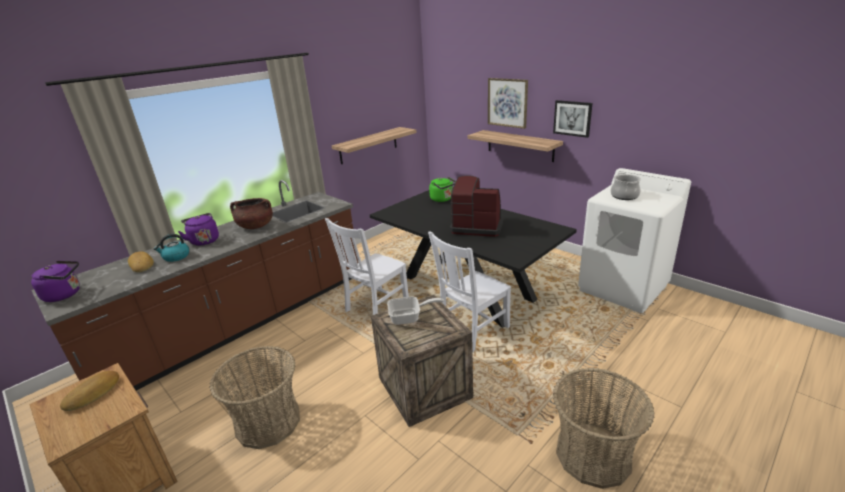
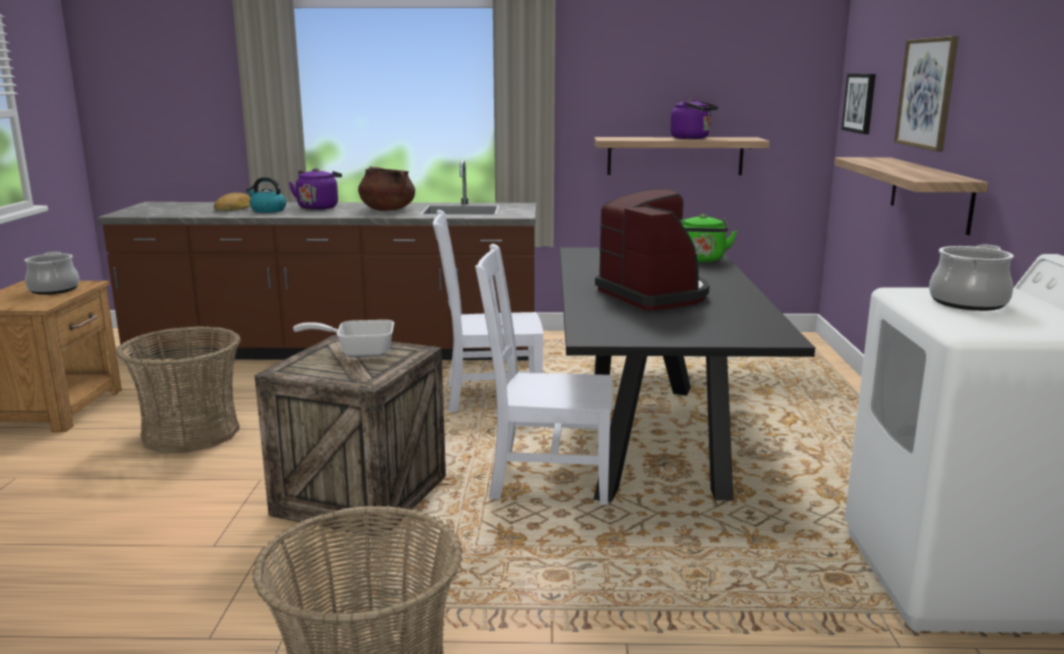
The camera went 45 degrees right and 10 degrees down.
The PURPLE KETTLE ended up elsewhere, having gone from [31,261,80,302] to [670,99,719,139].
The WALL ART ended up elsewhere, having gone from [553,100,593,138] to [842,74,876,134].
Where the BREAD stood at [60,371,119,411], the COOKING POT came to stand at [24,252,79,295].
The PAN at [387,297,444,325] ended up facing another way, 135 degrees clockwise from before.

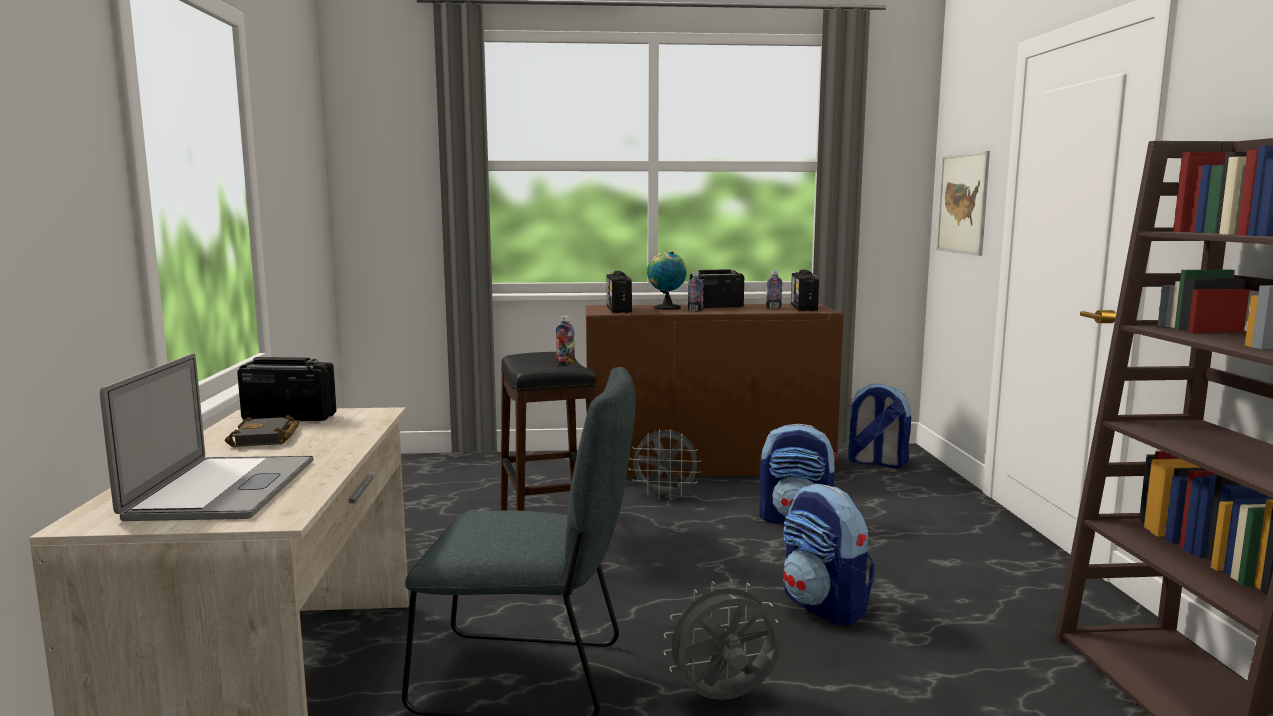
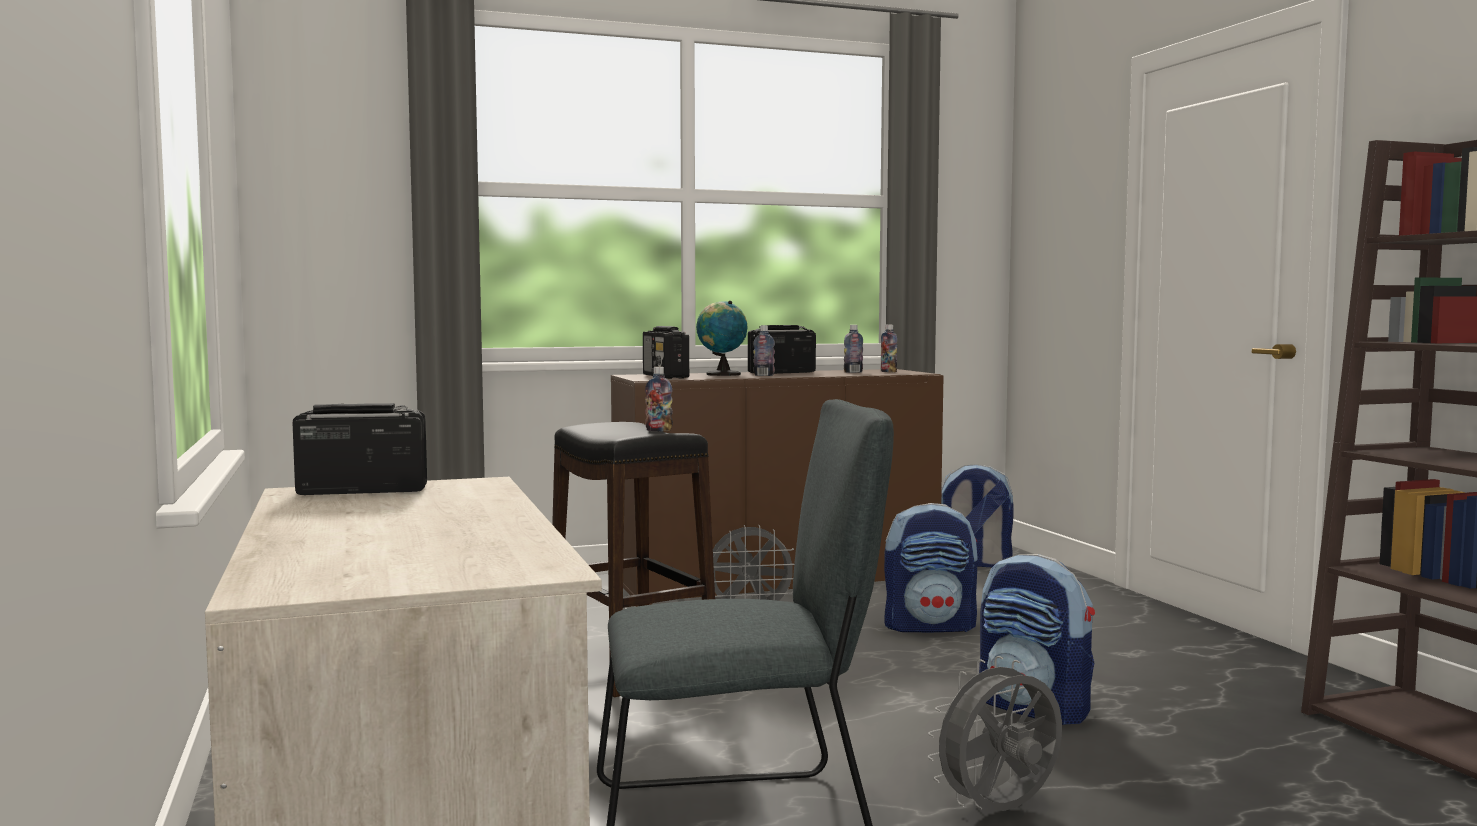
The camera went 15 degrees left and 5 degrees down.
The second view lost the PORTABLE COMPUTER at [100,353,313,521].
The second view lost the BLACKISH BOUND BOOK at [225,415,299,447].
The second view lost the WALL ART at [936,151,990,256].
Where the RADIO SET stood at [791,269,819,311], the BOTTLE came to stand at [881,325,897,372].

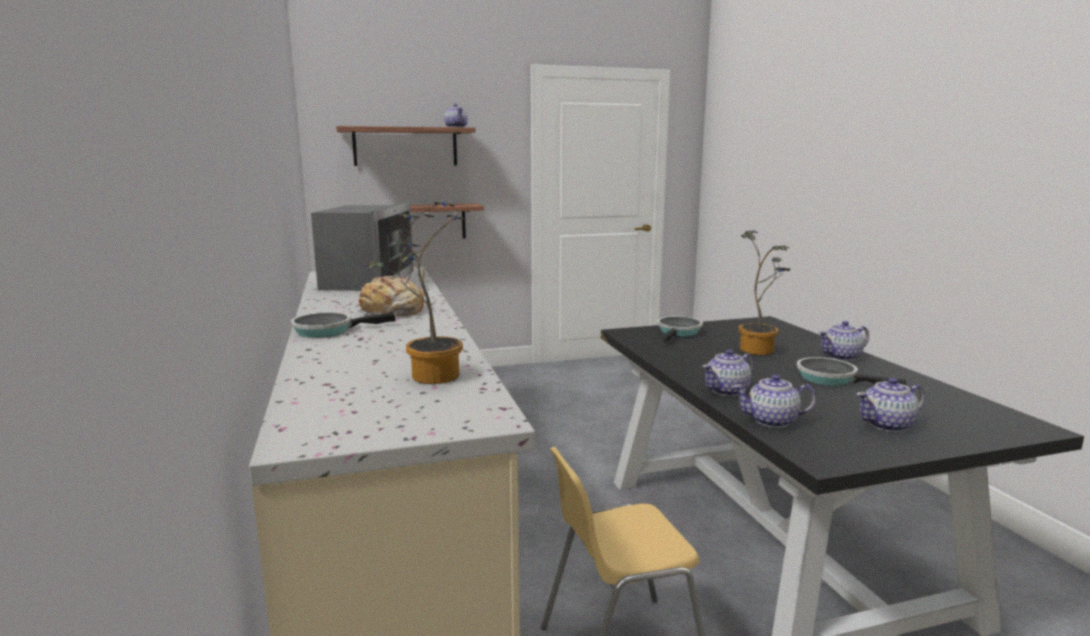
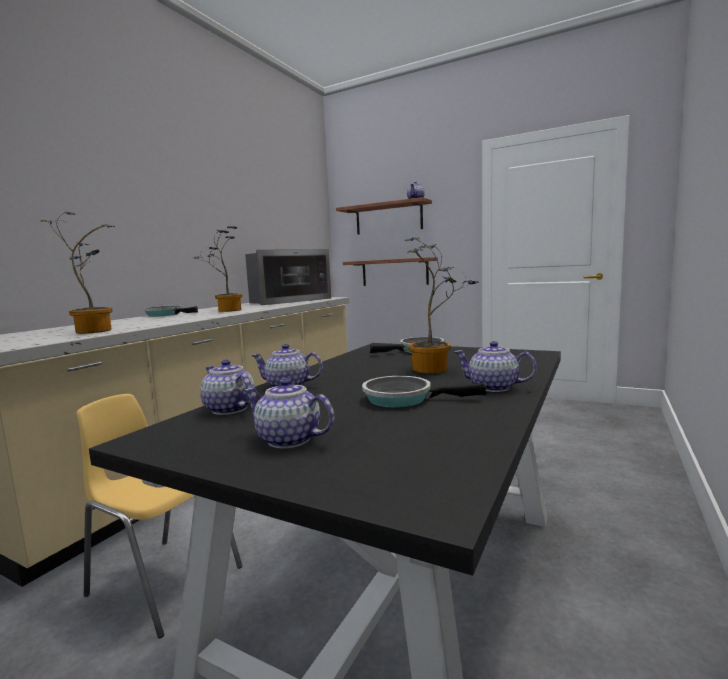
The camera went 45 degrees right and 5 degrees down.
Where the BREAD stood at [355,276,424,316], the POTTED PLANT came to stand at [193,226,242,312].
The PAN at [796,357,906,386] ended up facing another way, 75 degrees counterclockwise from before.

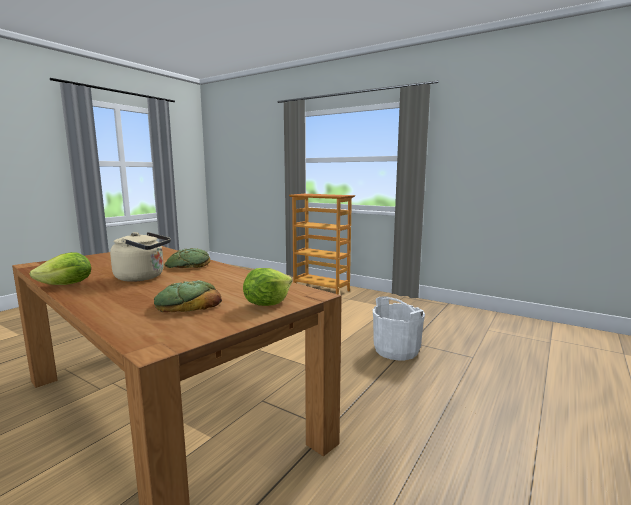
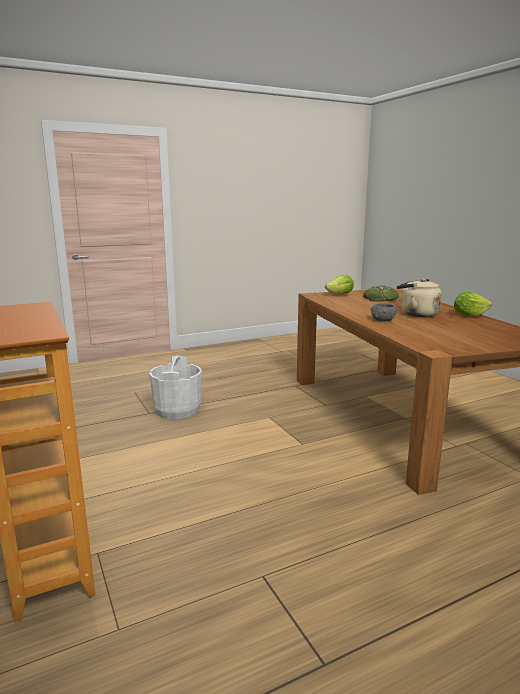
The camera went 150 degrees left and 5 degrees up.
Where the BREAD stood at [165,248,210,268], the GRAY BOWL came to stand at [371,303,397,322].

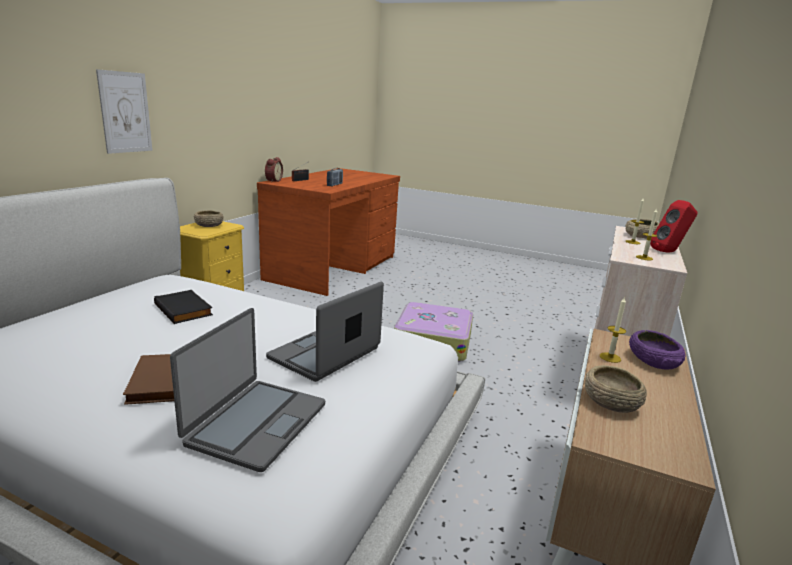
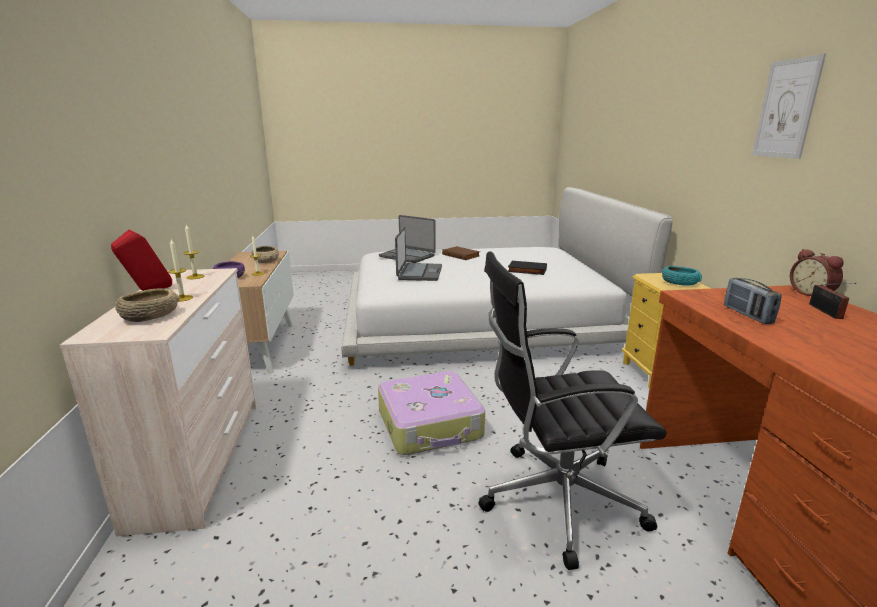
The camera went 150 degrees right and 0 degrees up.
The second view gained the BLACKISH DESK CHAIR at [478,251,667,570].
The WALL ART ended up elsewhere, having gone from [96,69,153,154] to [752,54,826,159].
What was the SAND-COLOURED BOWL at [194,210,224,227] turned into the TURQUOISE BOWL at [662,266,702,285].
The PORTABLE COMPUTER at [170,308,325,472] ended up facing another way, 45 degrees counterclockwise from before.

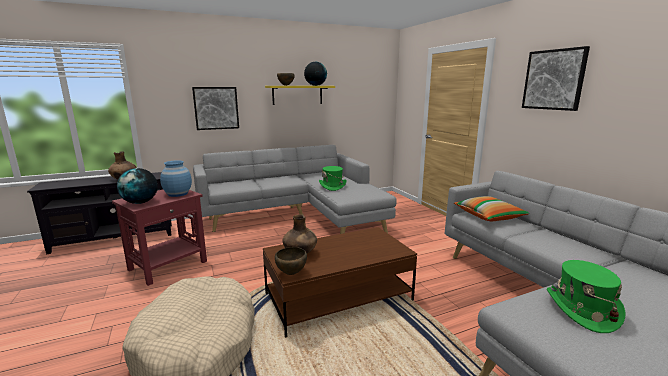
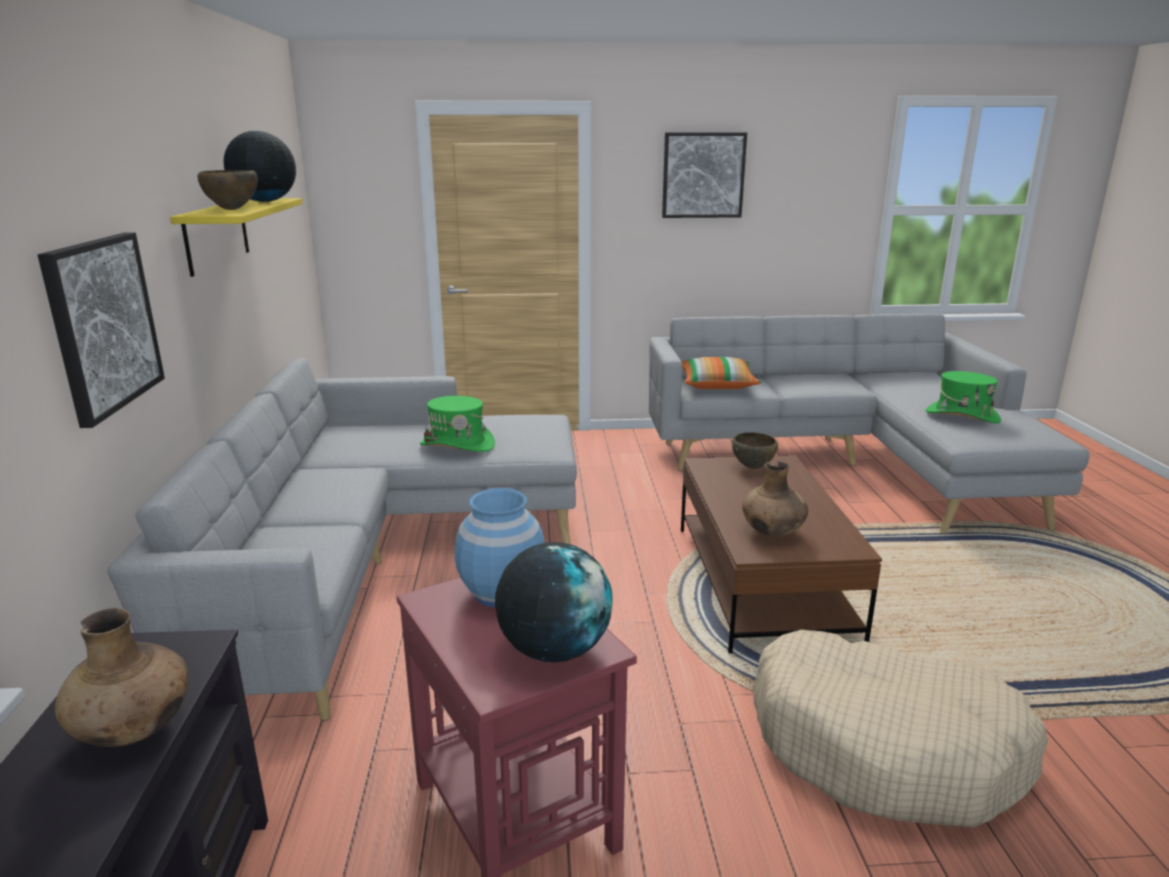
The camera went 70 degrees left and 5 degrees up.
The BROWNISH BOWL ended up elsewhere, having gone from [275,247,307,275] to [732,432,778,469].

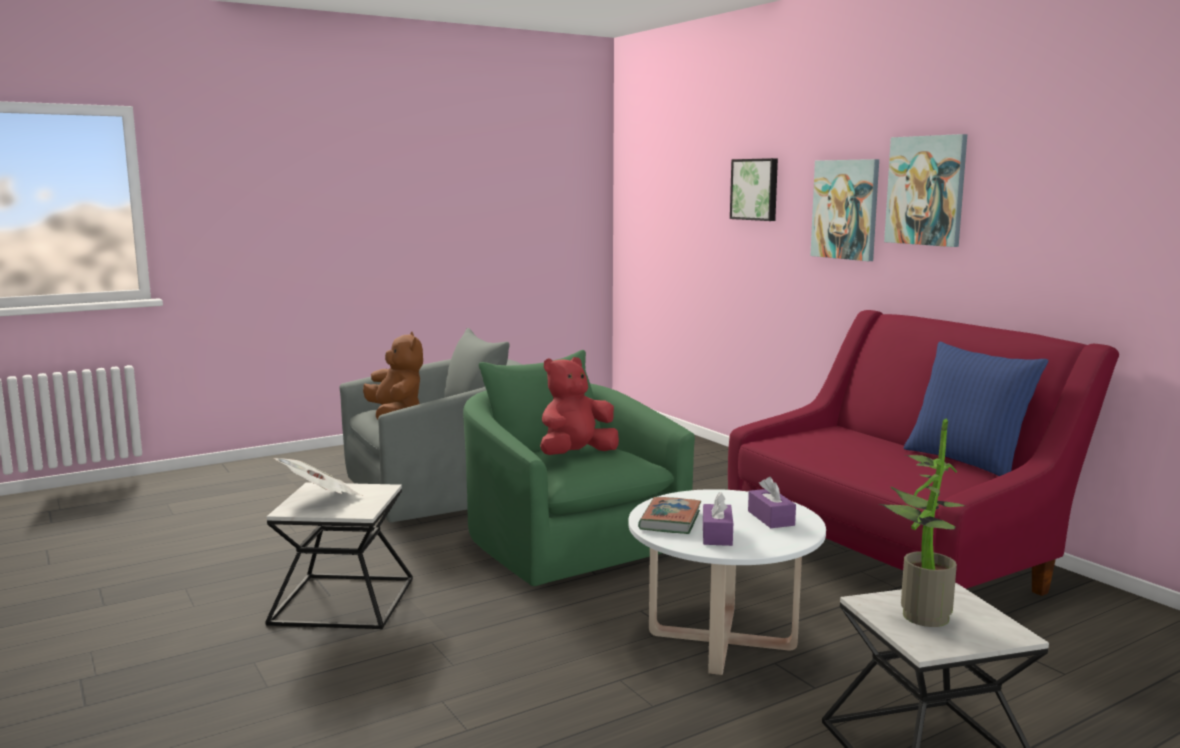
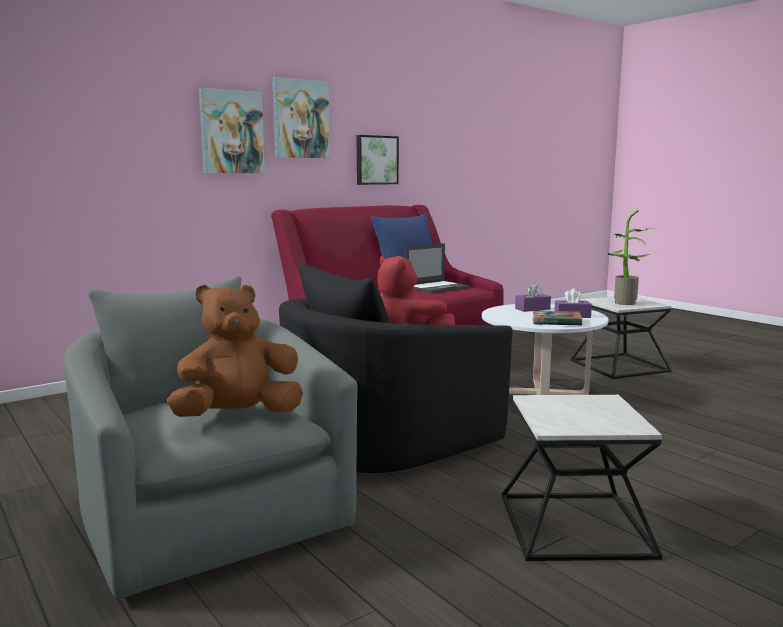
The camera went 95 degrees left and 0 degrees up.
The second view lost the DAILY PAPER at [274,458,364,496].
The second view gained the PORTABLE COMPUTER at [405,243,470,293].
The WALL ART ended up elsewhere, having gone from [730,158,778,221] to [356,135,399,185].
What was the GREENISH ARMCHAIR at [463,350,695,586] turned into the BLACKISH ARMCHAIR at [279,263,513,473].

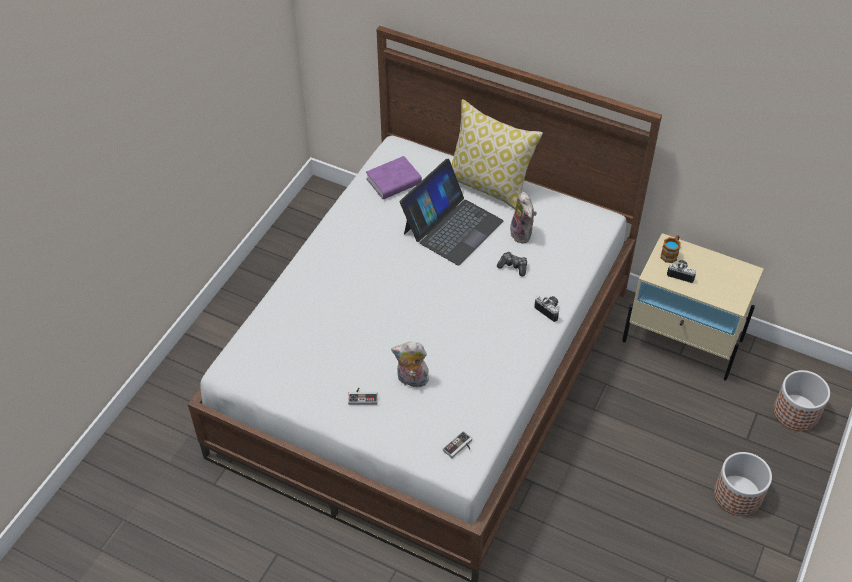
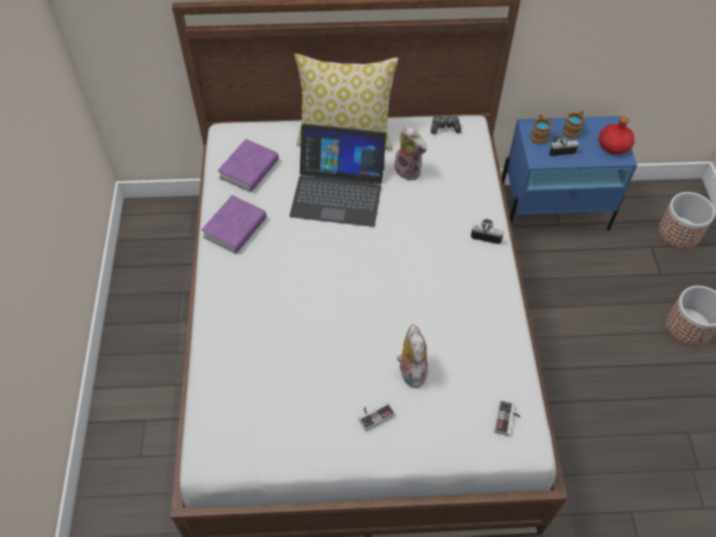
The camera went 30 degrees left and 5 degrees up.
The second view gained the PURPLE BOUND BOOK at [201,195,267,254].
The second view gained the COFFEE MUG at [563,111,584,139].
The second view gained the REDDISH BOTTLE at [599,116,635,155].
The GAMEPAD ended up elsewhere, having gone from [497,252,527,277] to [431,115,461,134].
What was the SAND-COLOURED NIGHTSTAND at [622,233,764,381] turned into the BLUISH NIGHTSTAND at [502,116,637,231].
The SOFT TOY at [391,342,429,388] ended up facing another way, 105 degrees clockwise from before.
The PORTABLE COMPUTER at [400,159,504,266] ended up facing another way, 90 degrees clockwise from before.

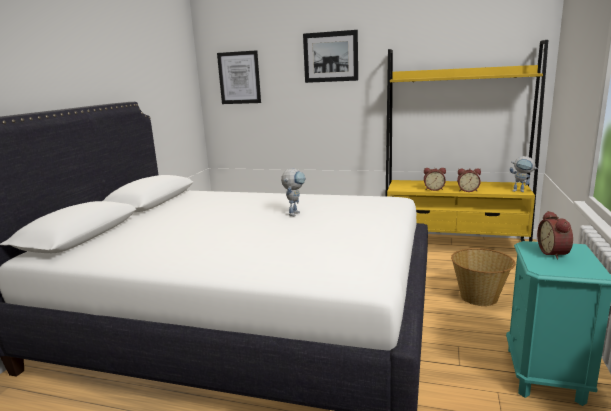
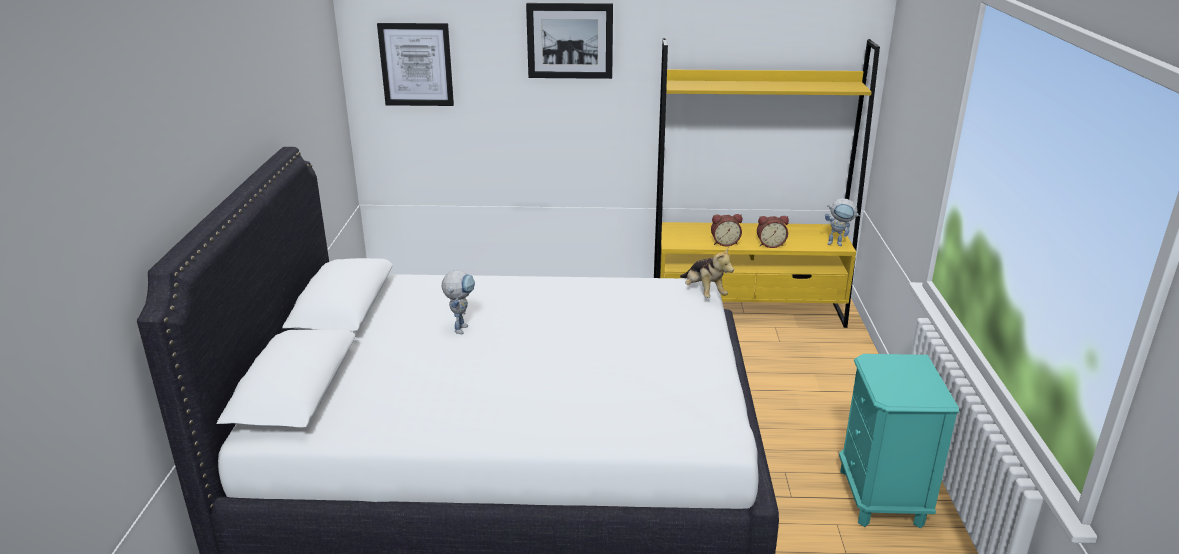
The camera went 15 degrees left and 10 degrees up.
The second view lost the STORAGE BASKET at [451,248,516,306].
The second view lost the ALARM CLOCK at [537,211,573,259].
The second view gained the SOFT TOY at [680,247,734,298].
The ROBOT FIGURE ended up elsewhere, having gone from [281,169,306,216] to [442,270,475,334].

